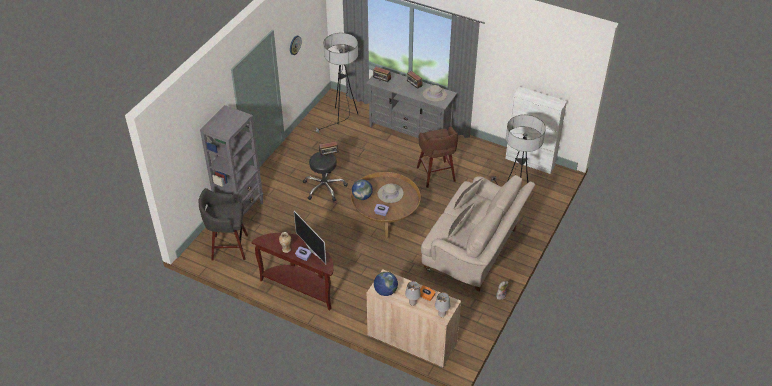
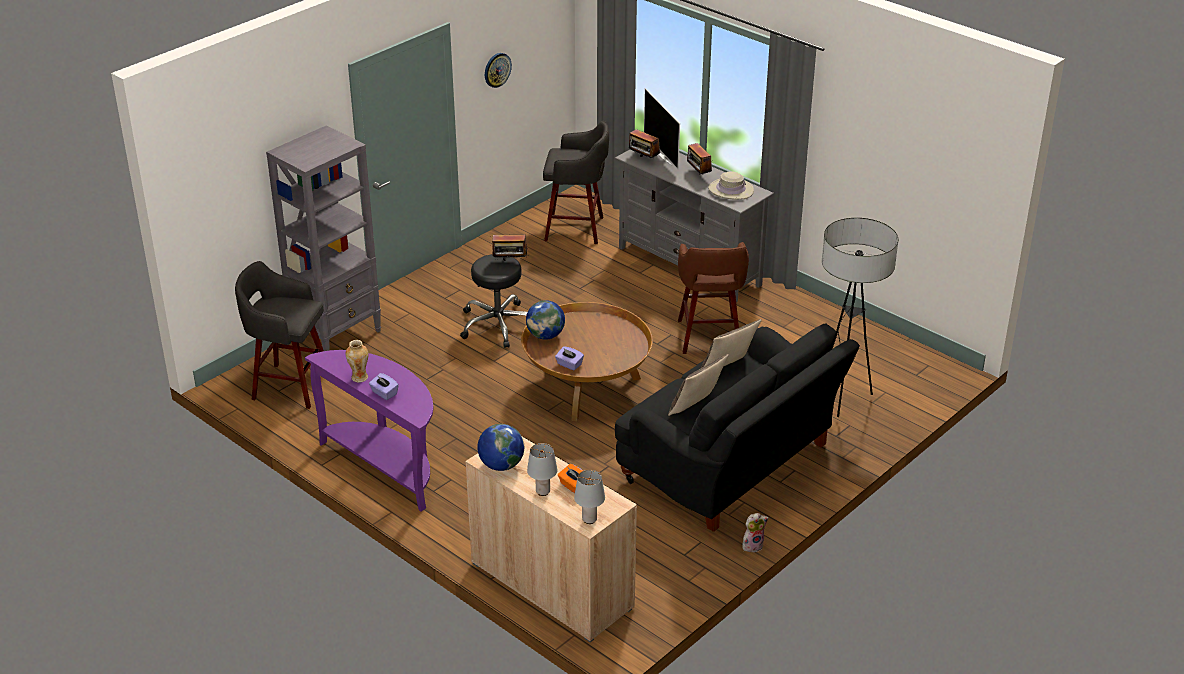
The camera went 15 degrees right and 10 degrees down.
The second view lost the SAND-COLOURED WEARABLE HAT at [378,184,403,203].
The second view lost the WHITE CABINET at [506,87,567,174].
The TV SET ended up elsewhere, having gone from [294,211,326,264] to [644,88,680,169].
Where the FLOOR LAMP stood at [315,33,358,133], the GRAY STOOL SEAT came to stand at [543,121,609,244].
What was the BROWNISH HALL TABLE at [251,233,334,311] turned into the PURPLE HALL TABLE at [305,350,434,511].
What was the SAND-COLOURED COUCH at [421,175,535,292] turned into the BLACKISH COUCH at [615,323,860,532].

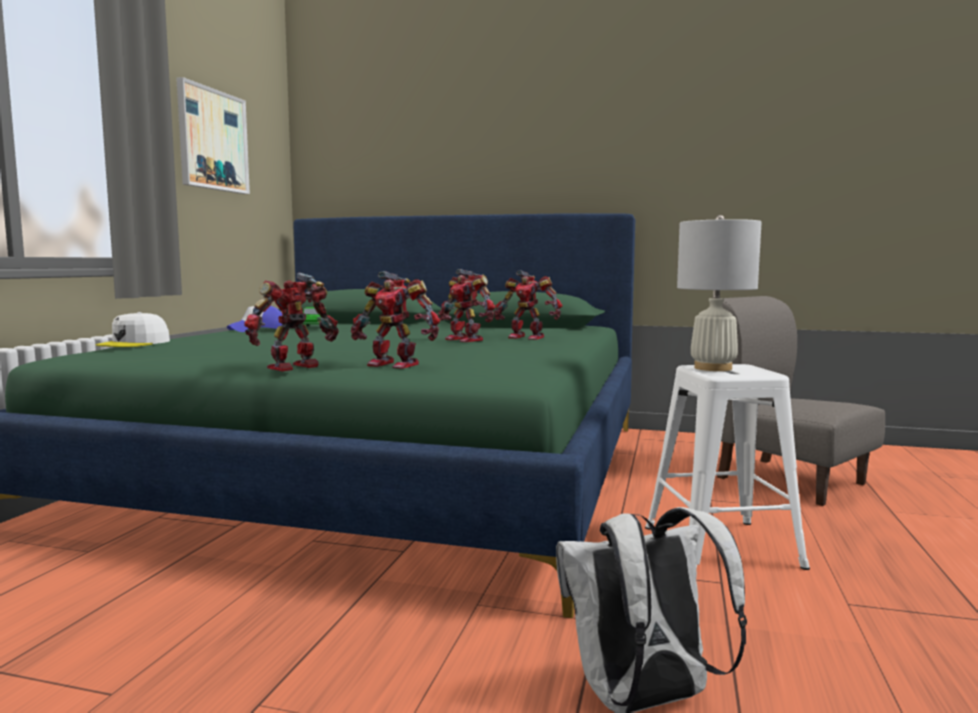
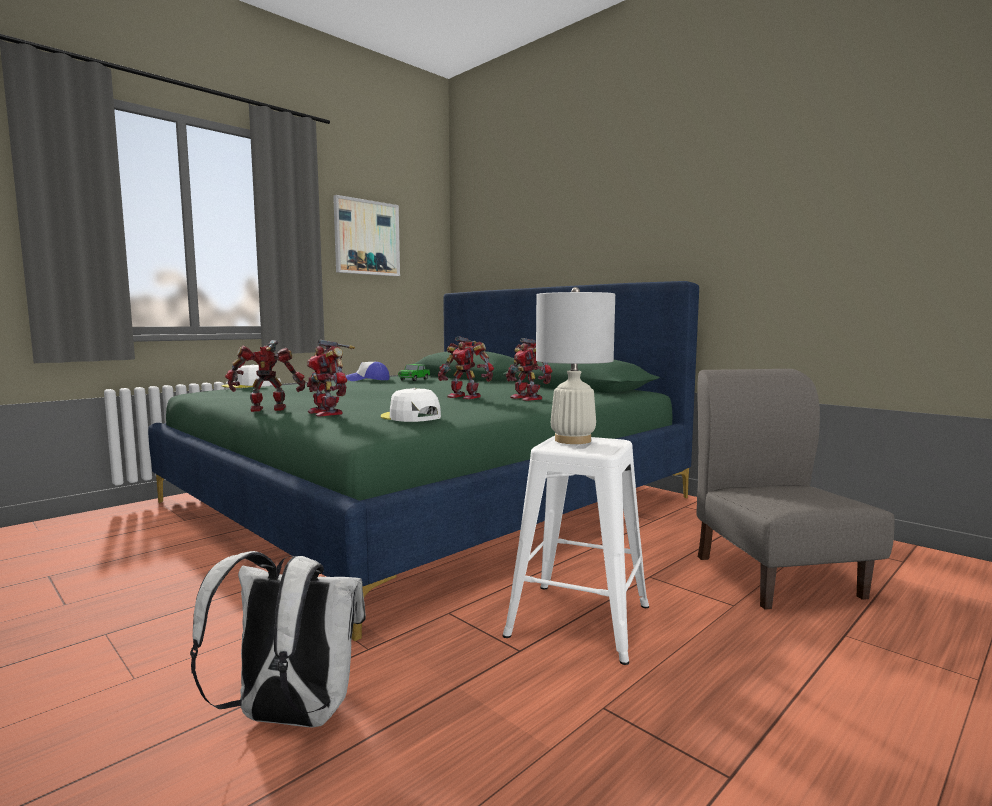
The camera went 30 degrees right and 0 degrees up.
The second view gained the WHITE CAP at [381,388,441,422].
The ROBOT FIGURE at [438,269,495,342] ended up facing another way, 45 degrees counterclockwise from before.

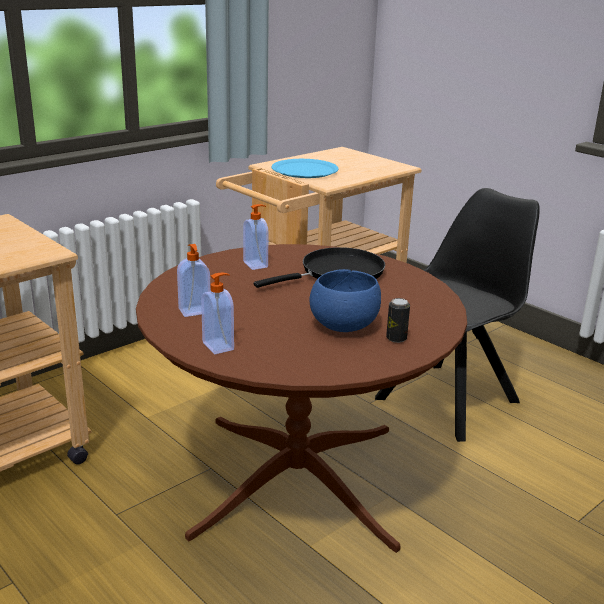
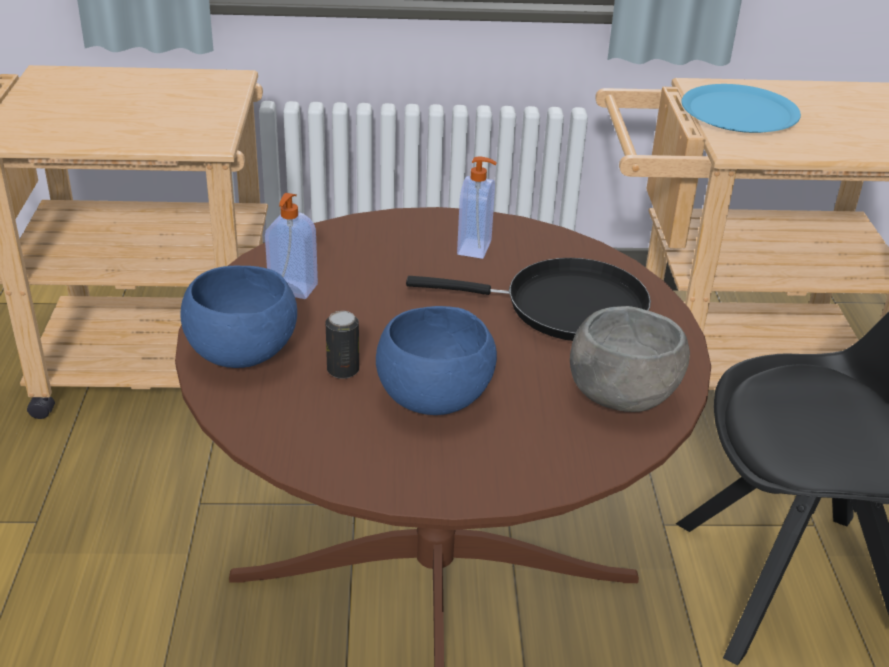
The camera went 40 degrees right and 10 degrees up.
The second view gained the GRAY BOWL at [570,306,690,412].
The SEALED CAN ended up elsewhere, having gone from [386,298,410,343] to [326,311,359,379].
Where the LIQUID SOAP BOTTLE stood at [201,272,234,354], the BLUISH BOWL came to stand at [180,266,297,368].

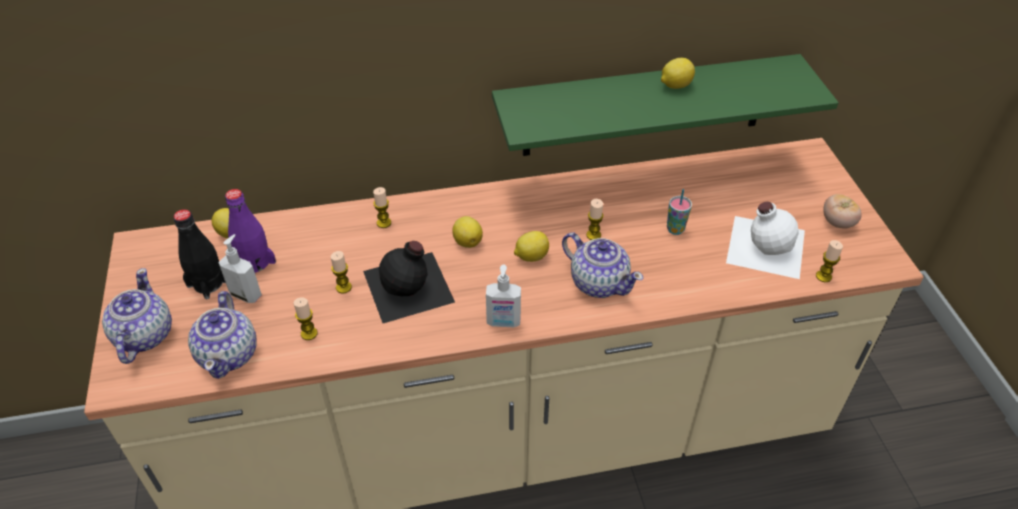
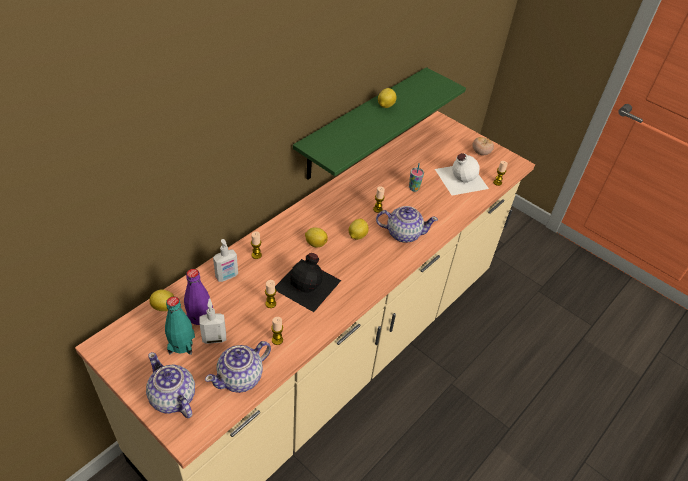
The camera went 40 degrees left and 0 degrees up.
The LIQUID SOAP BOTTLE ended up elsewhere, having gone from [486,264,521,327] to [213,239,238,282].
What was the BLACKISH BOTTLE at [173,209,226,299] turned into the TURQUOISE BOTTLE at [165,297,195,355].
The POT FOR TEA at [188,291,256,379] ended up facing another way, 90 degrees clockwise from before.

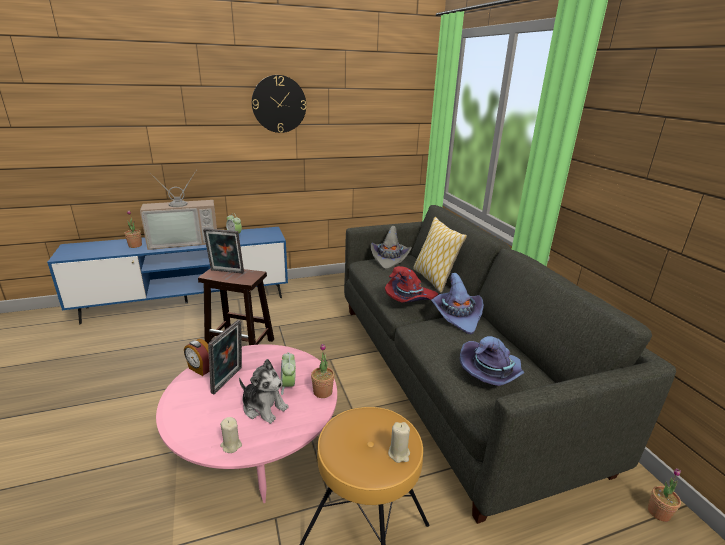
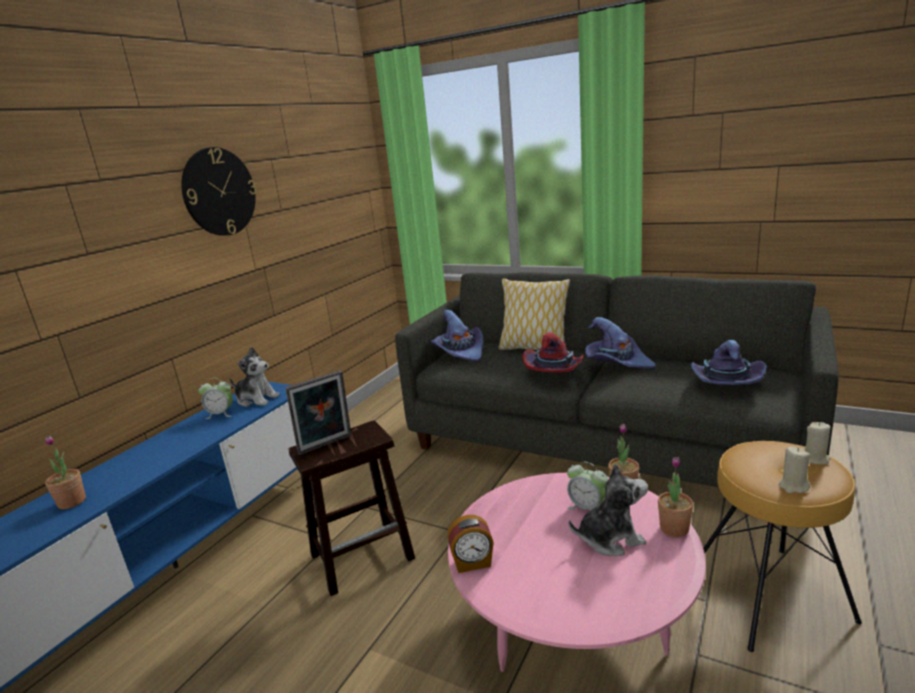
The camera went 40 degrees left and 5 degrees down.
The second view lost the TV SET at [140,169,217,250].
The second view lost the PICTURE FRAME at [208,320,242,394].
The second view gained the SOFT TOY at [229,347,280,407].
The SAND-COLOURED WAX CANDLE ended up elsewhere, having gone from [220,417,242,453] to [779,447,810,493].
The POTTED PLANT ended up elsewhere, having gone from [648,468,681,522] to [658,457,693,537].
What was the GRAY WEARABLE HAT at [371,226,412,270] turned into the PURPLE WEARABLE HAT at [431,310,483,361].

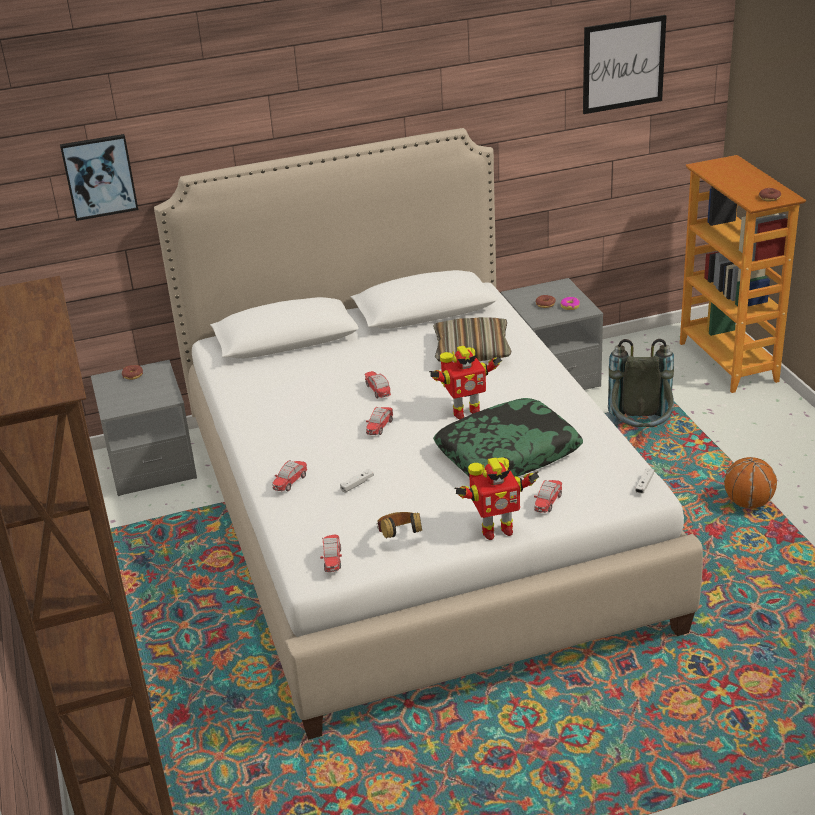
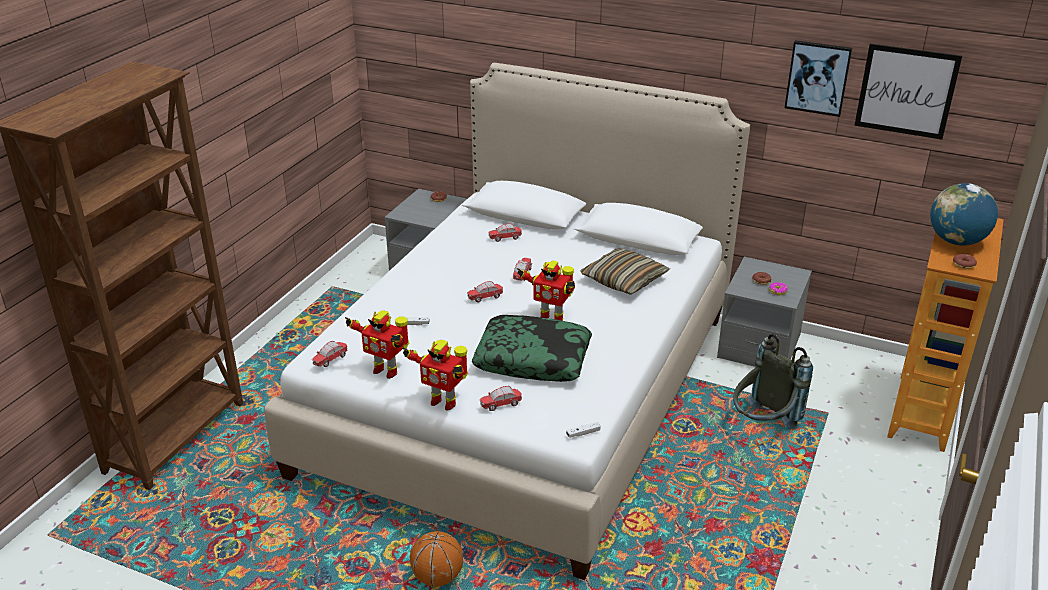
The camera went 40 degrees right and 0 degrees up.
The second view gained the WORLD GLOBE at [930,183,998,246].
The WALL ART ended up elsewhere, having gone from [60,134,138,221] to [785,40,852,117].
The TOY CAR ended up elsewhere, having gone from [272,460,307,491] to [488,224,522,242].
The BASKETBALL BALL ended up elsewhere, having gone from [724,457,777,508] to [410,531,463,587].
Where the PAIR OF HEADPHONES stood at [377,512,422,538], the ROBOT FIGURE came to stand at [345,310,409,379].

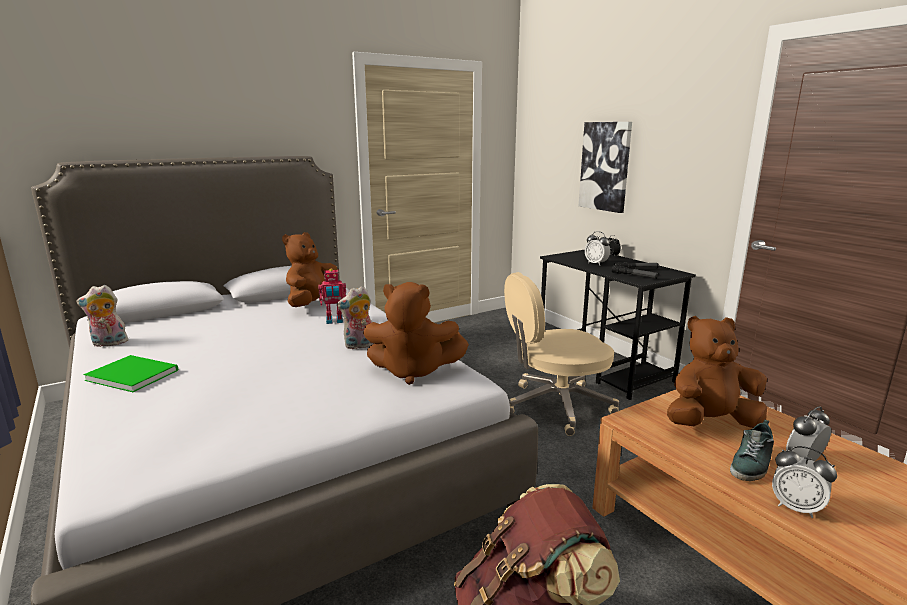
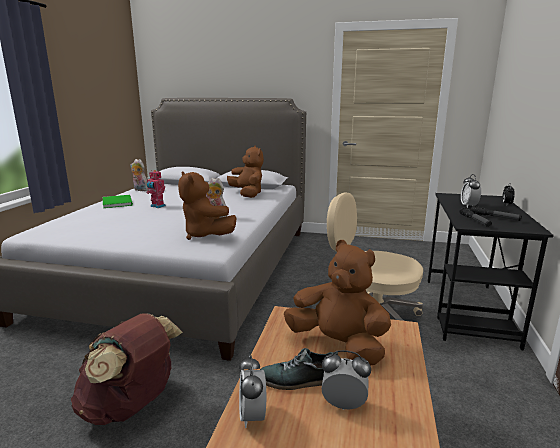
The camera went 45 degrees right and 0 degrees up.
The second view lost the WALL ART at [579,122,632,213].
The ROBOT FIGURE ended up elsewhere, having gone from [318,268,346,324] to [147,170,166,208].
The BROWNISH SOFT TOY at [282,232,344,307] ended up facing another way, 75 degrees clockwise from before.

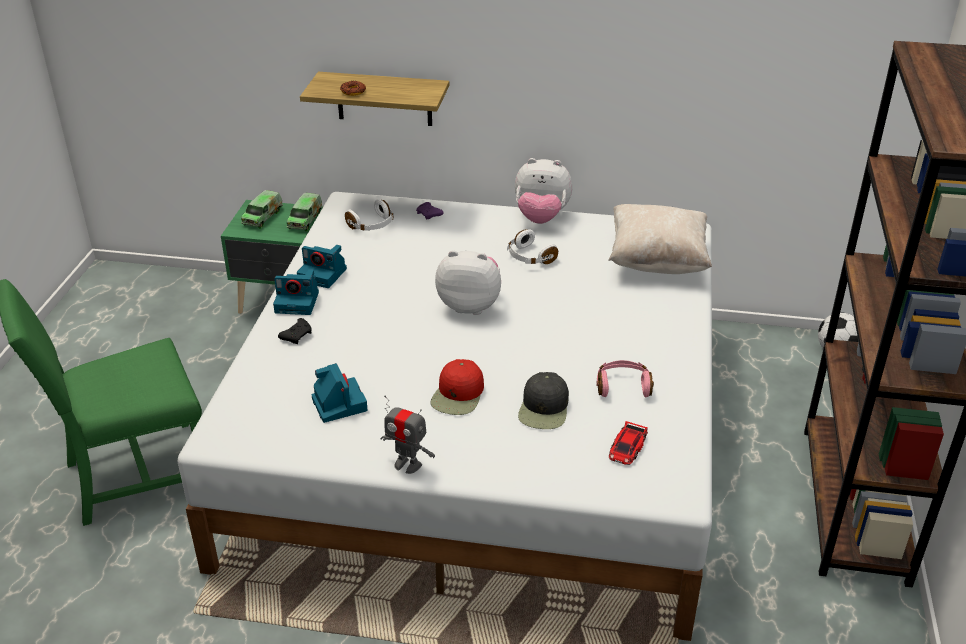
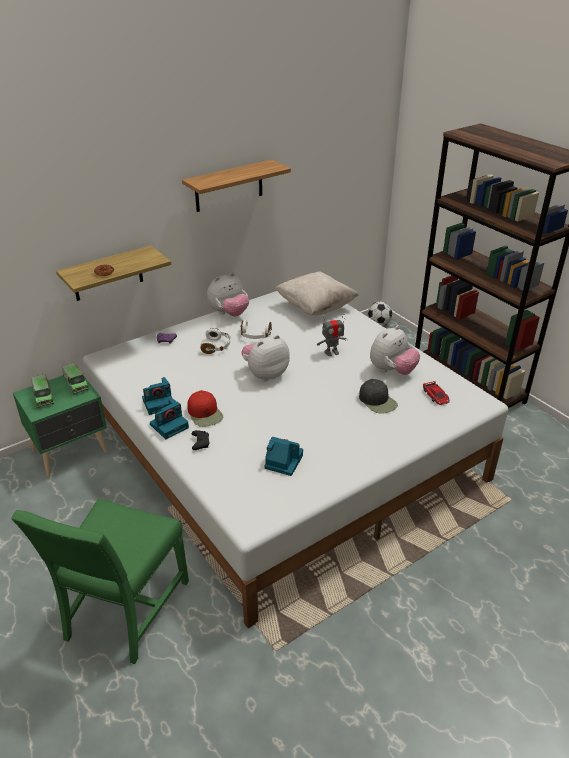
The camera went 45 degrees left and 0 degrees up.
The second view gained the WALL SHELF at [182,159,291,212].
The WHITE PAIR OF HEADPHONES ended up elsewhere, having gone from [345,199,393,231] to [200,328,231,354].
The ROBOT FIGURE ended up elsewhere, having gone from [380,396,435,474] to [317,316,348,356].
The REDDISH CAP ended up elsewhere, having gone from [431,359,484,415] to [187,390,223,427].
Where the PINKISH PAIR OF HEADPHONES stood at [596,360,654,398], the SOFT TOY came to stand at [370,325,420,375].

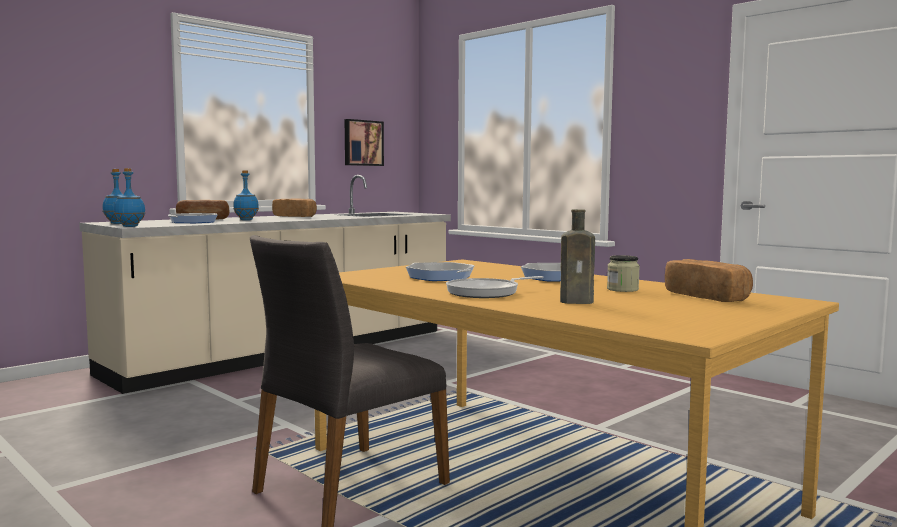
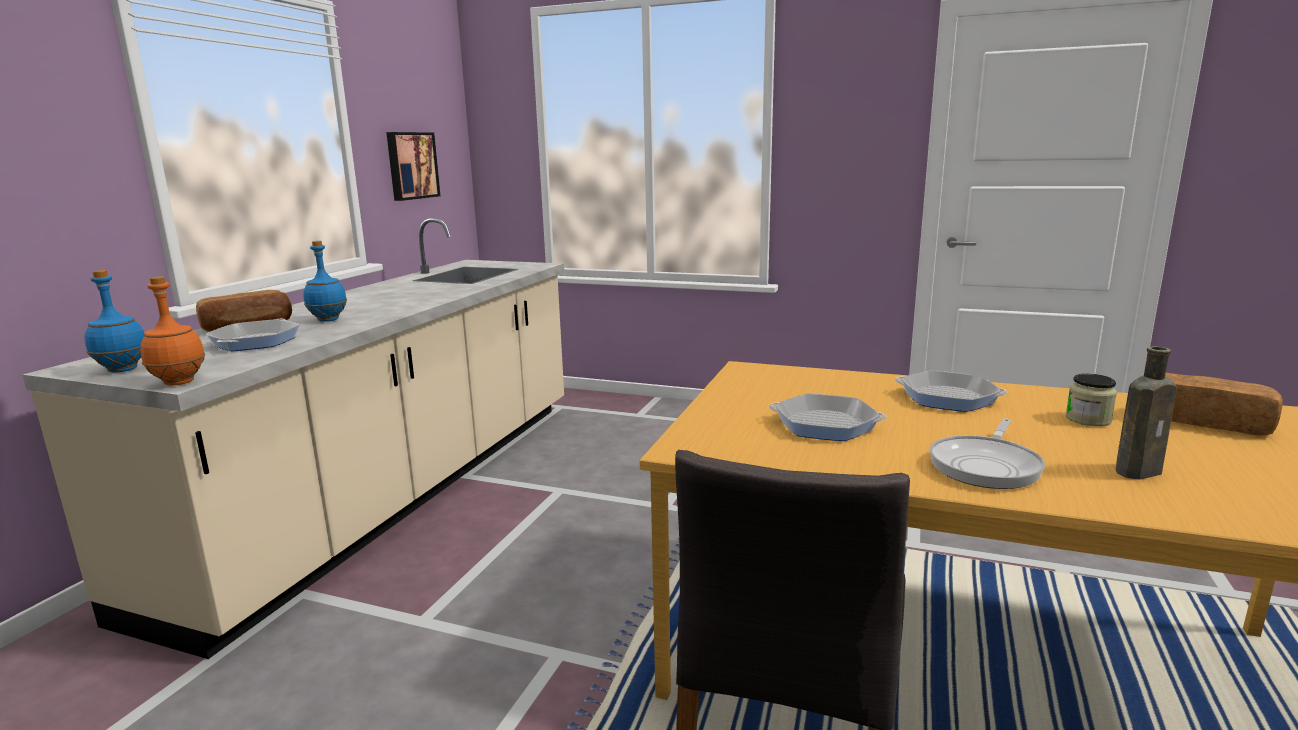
The camera went 25 degrees left and 10 degrees up.
The second view lost the BREAD at [272,198,317,217].
What was the BLUISH BOTTLE at [114,168,146,227] turned into the ORANGE-COLOURED BOTTLE at [141,276,205,385].

